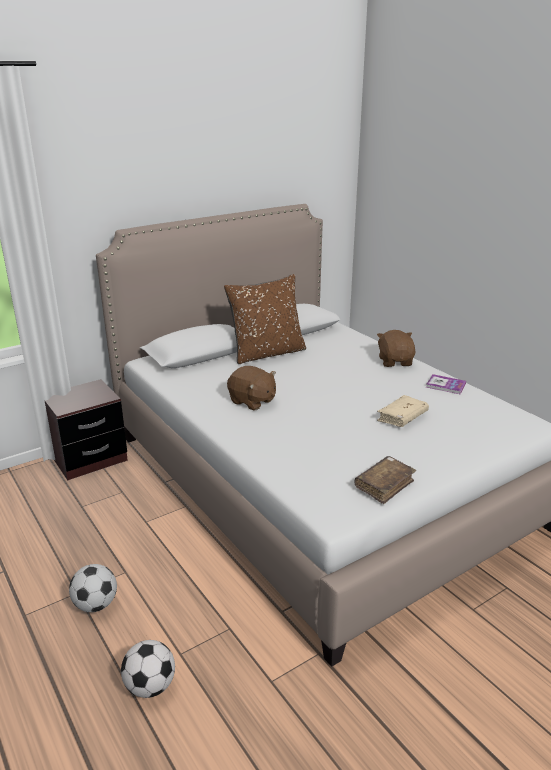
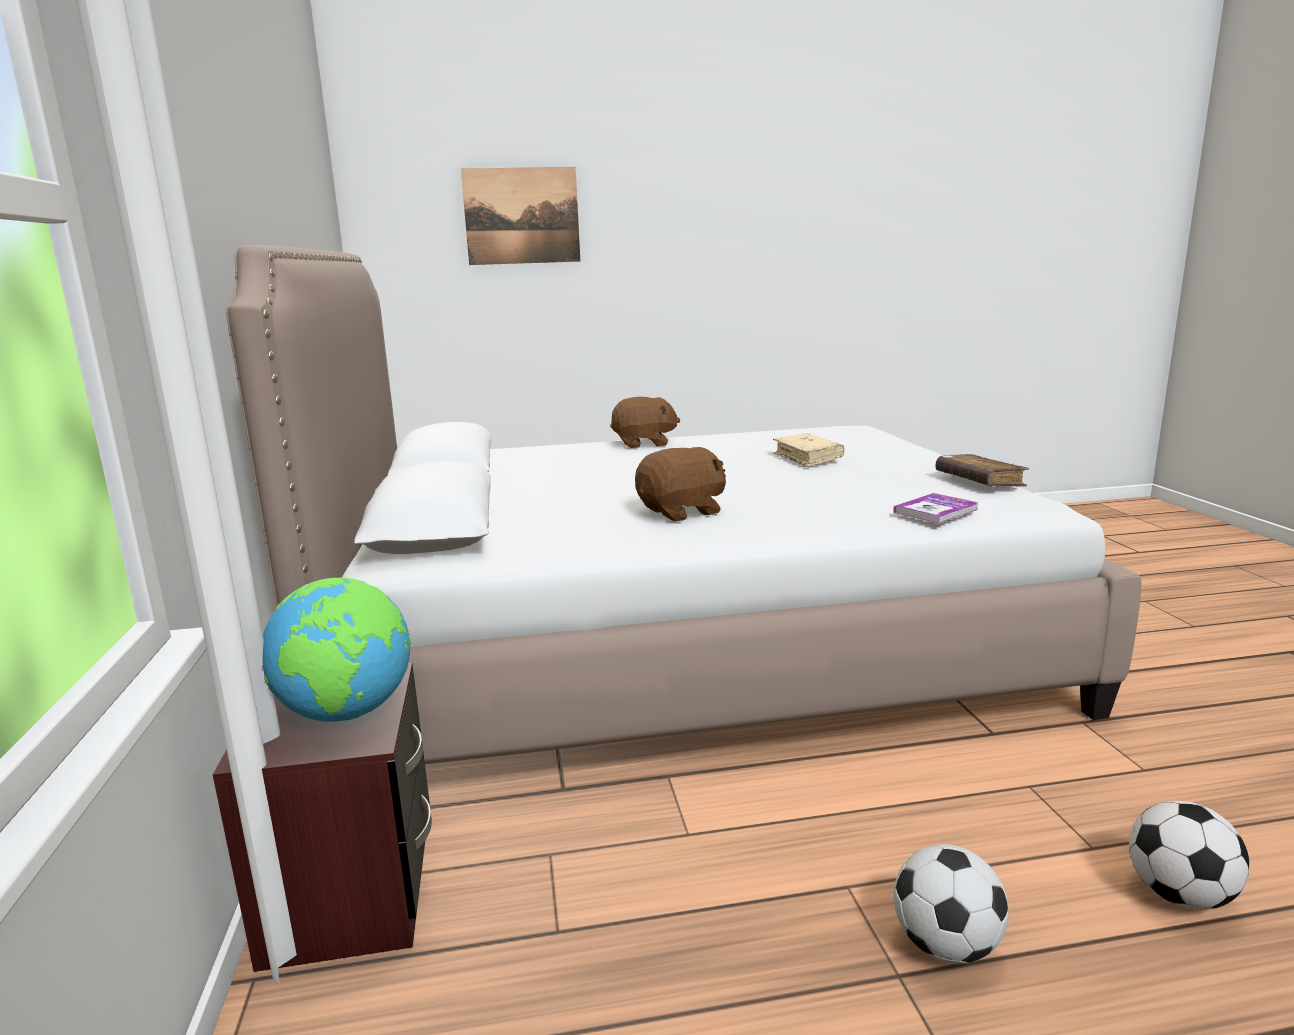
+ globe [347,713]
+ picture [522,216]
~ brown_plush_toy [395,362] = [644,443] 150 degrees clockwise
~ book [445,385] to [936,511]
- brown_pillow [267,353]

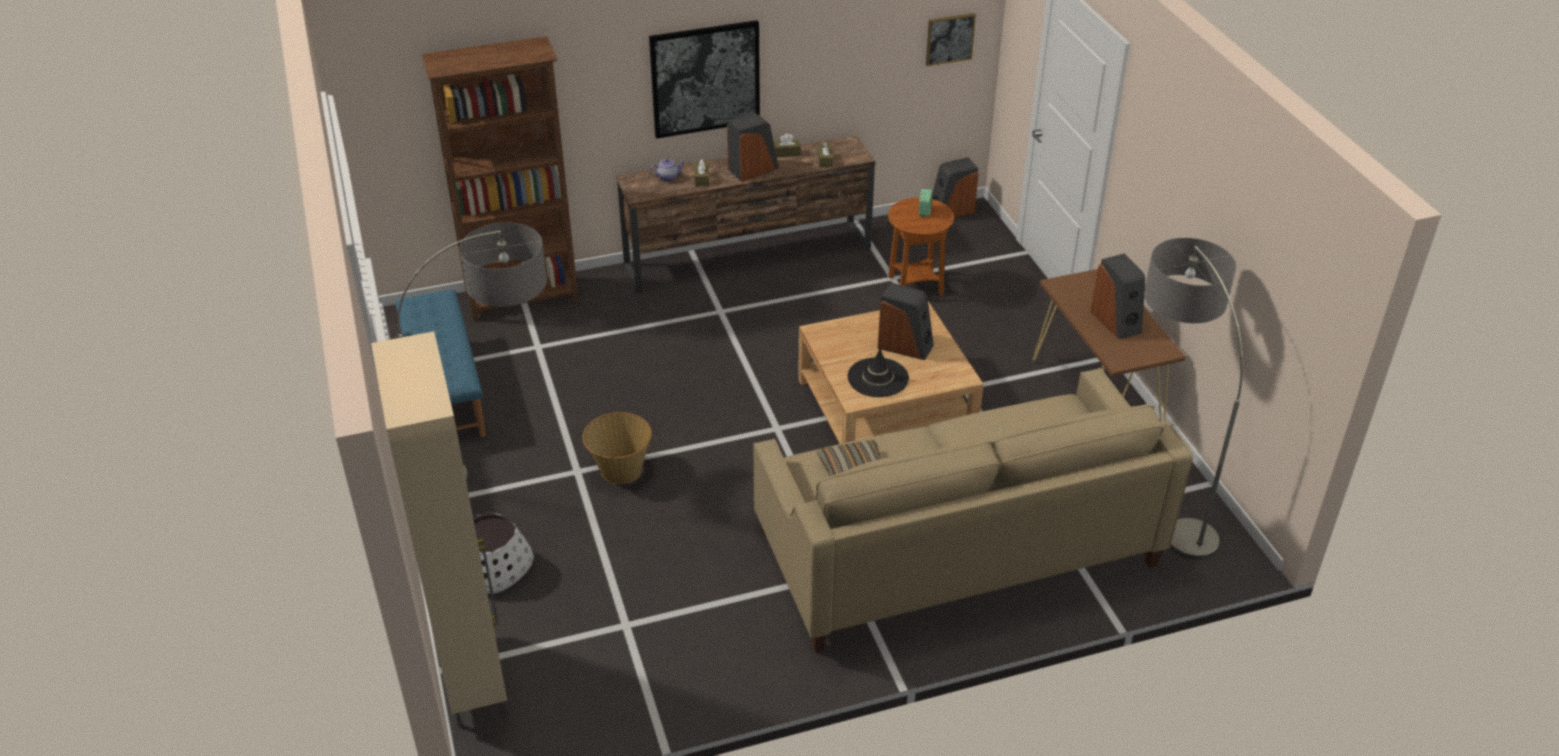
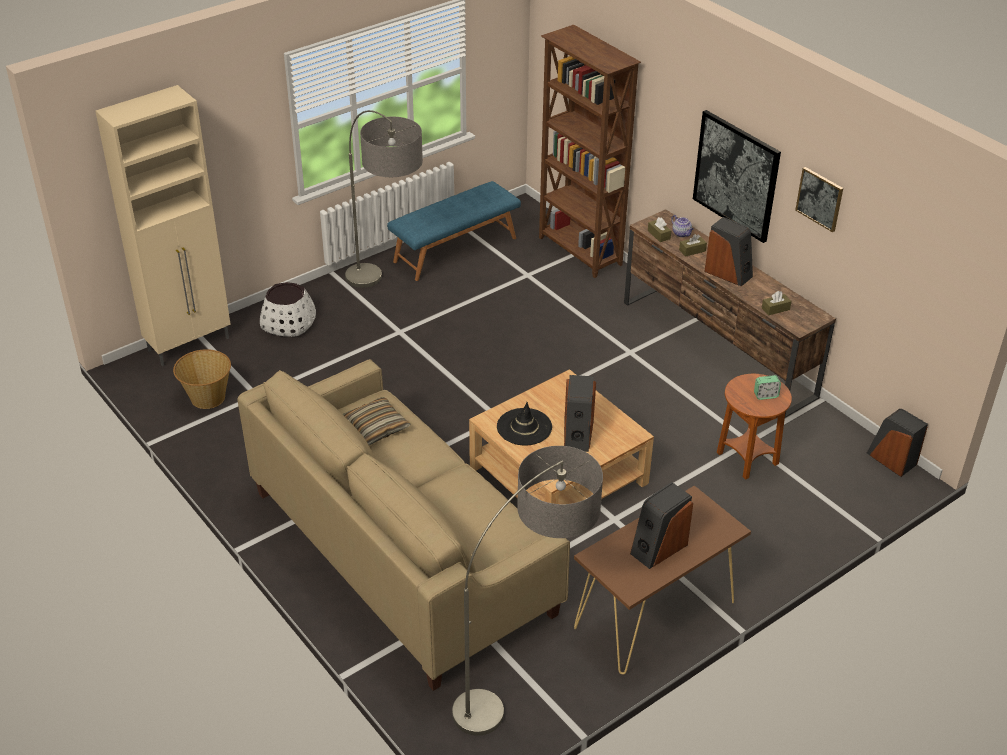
~ basket [620,470] to [207,397]
~ brown_tissue_box [787,153] to [659,235]
~ picture [949,38] to [820,199]

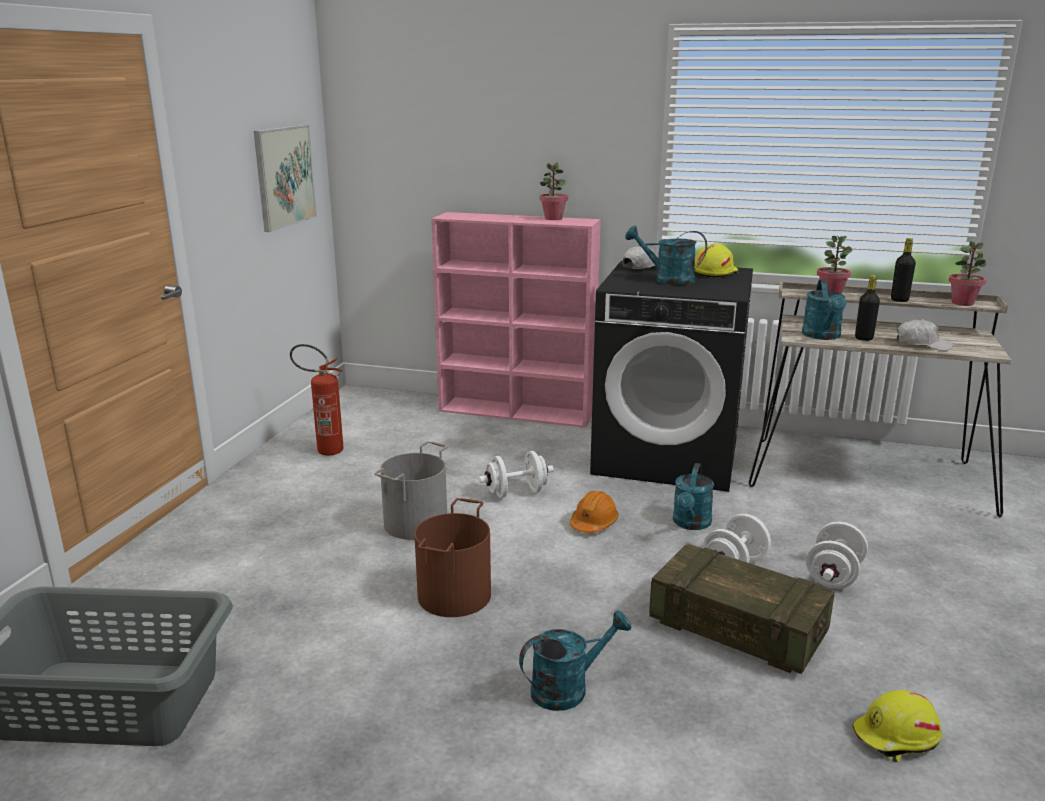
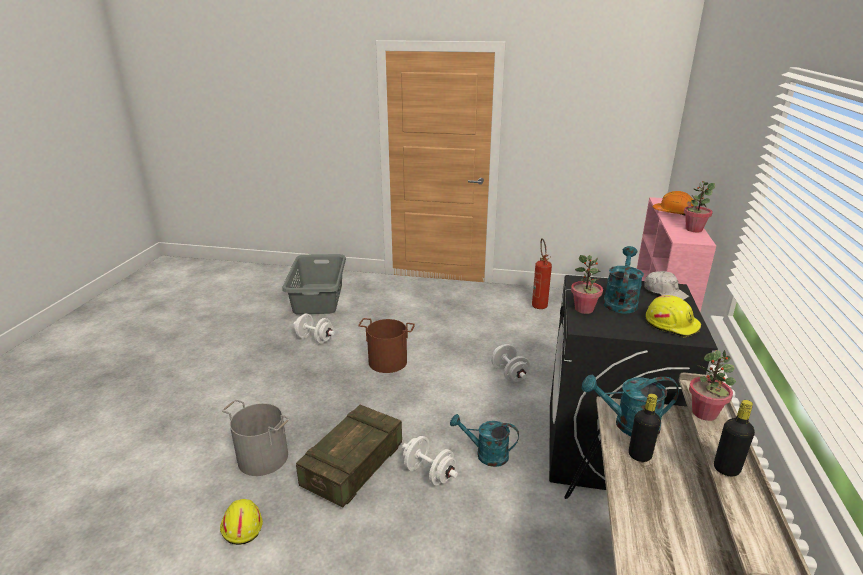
~ grey_bucket [414,523] to [263,457]
~ white_dumbbell [834,575] to [314,339]
~ potted_plant [962,303] to [584,309]
~ orange_hard_hat [594,523] to [673,213]
- picture [285,176]
- turquoise_watering_can [568,688]
- white_cap [922,344]

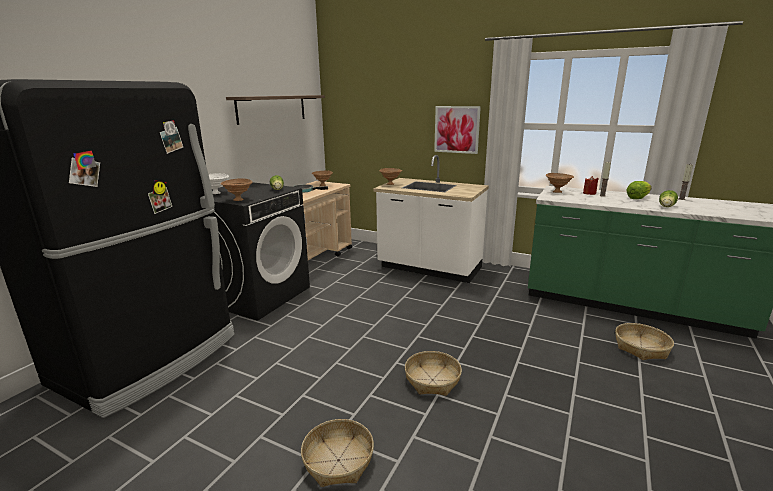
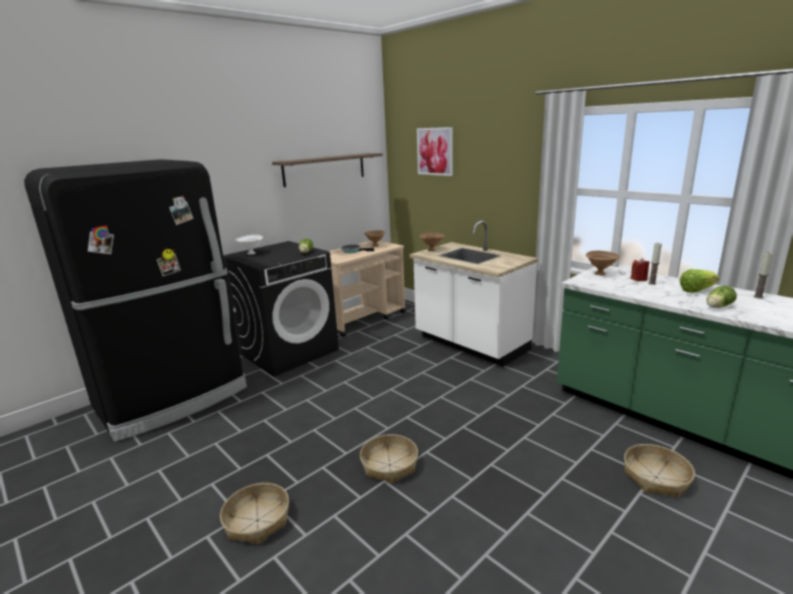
~ picture [456,129] to [435,151]
- brown_bowl [239,200]

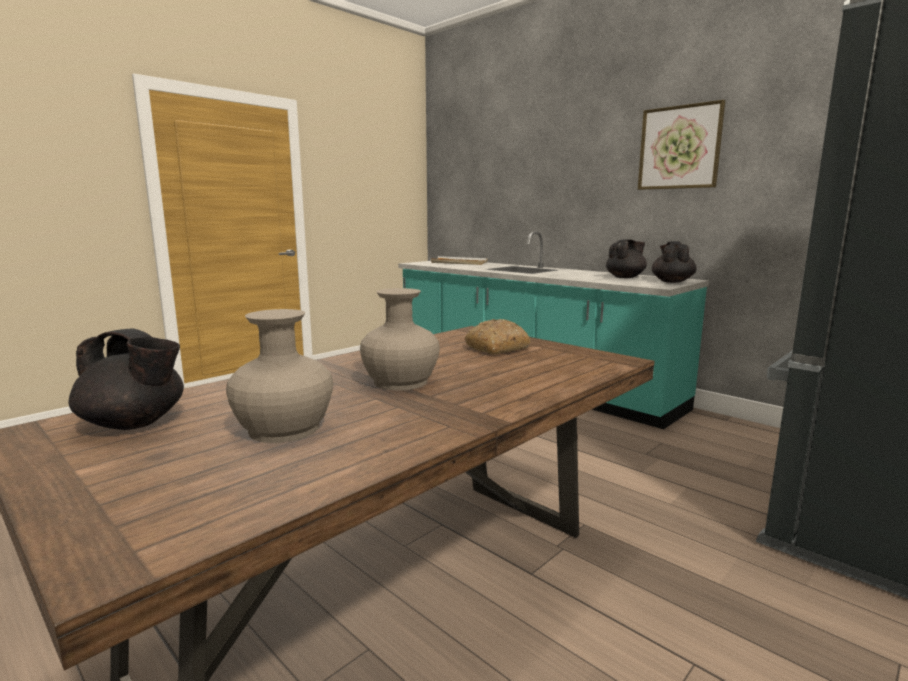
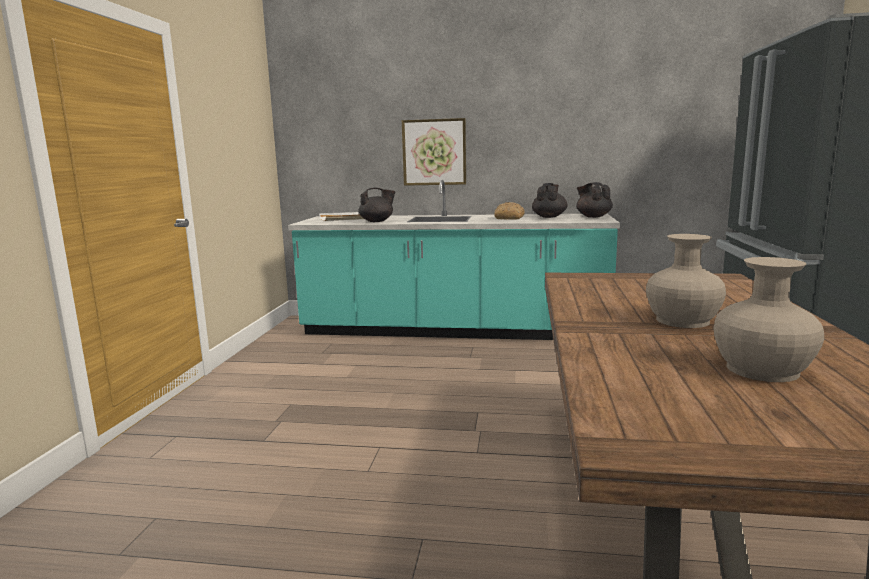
~ black_teapot [135,424] to [377,221]
~ picture [679,147] to [434,152]
~ bread [497,348] to [509,218]

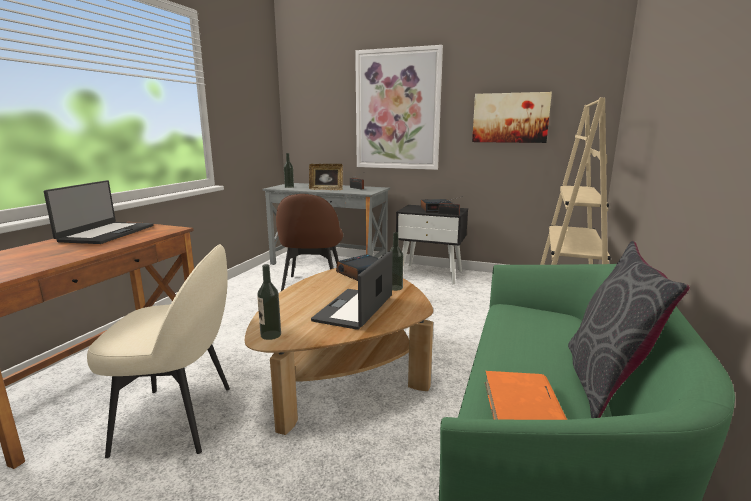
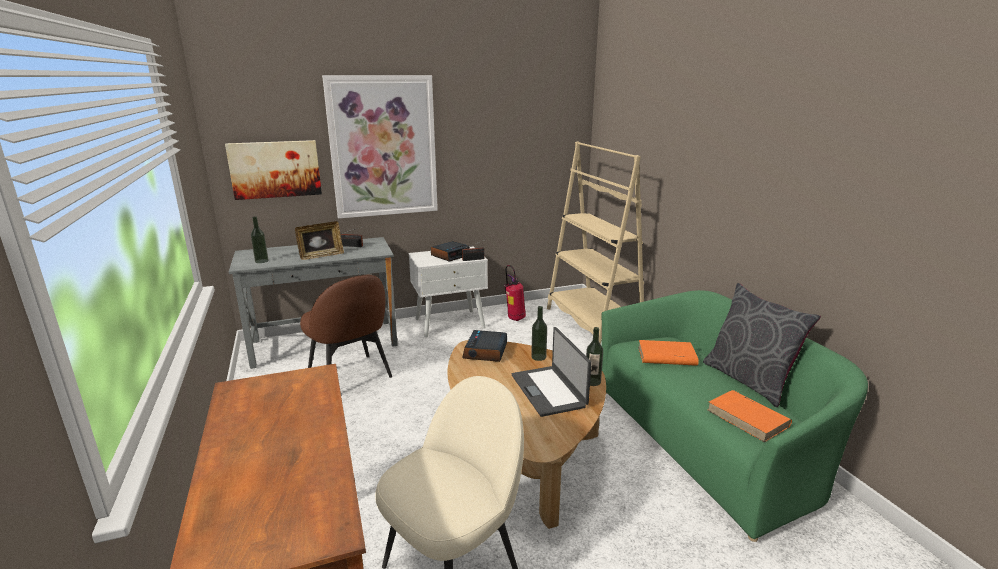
~ picture [510,118] to [275,169]
~ black_nightstand [430,274] to white_nightstand [450,323]
+ fire_extinguisher [514,319]
~ bottle [270,335] to [592,381]
+ orange_book [666,356]
- laptop [106,233]

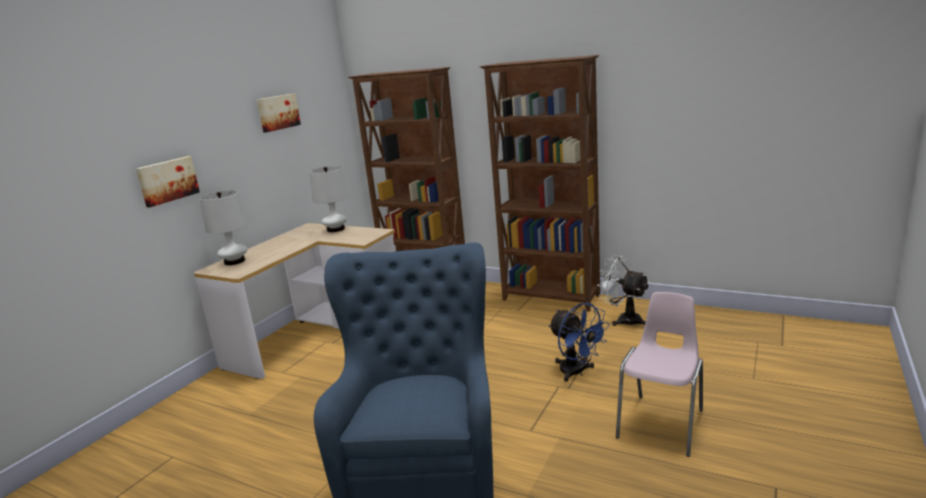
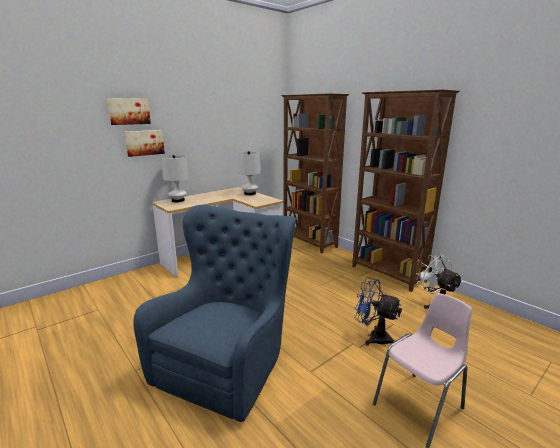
~ picture [277,112] to [129,111]
~ blue_fan [577,372] = [373,337] 135 degrees clockwise

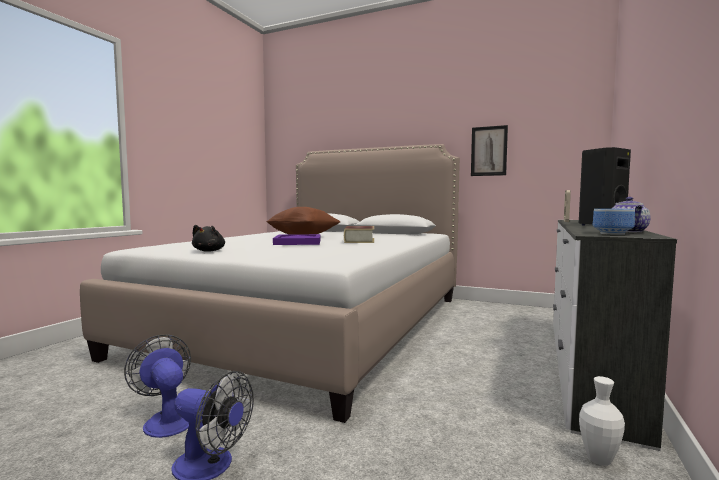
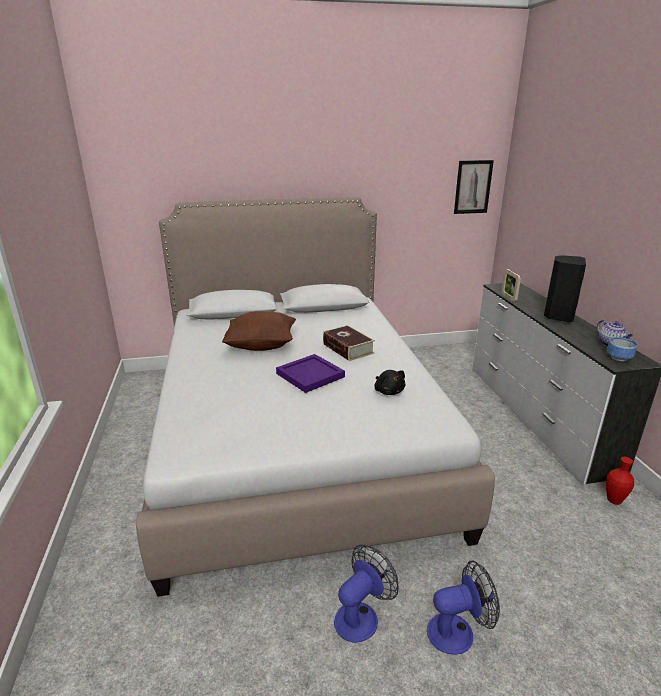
~ fan [166,420] = [361,615] 120 degrees clockwise
~ black_plush_toy [210,251] to [388,391]
~ picture [489,151] to [473,187]
~ white_vase [599,460] to red_vase [614,500]

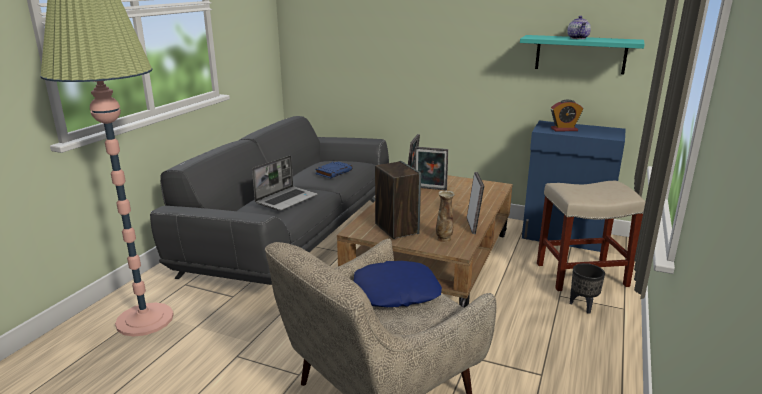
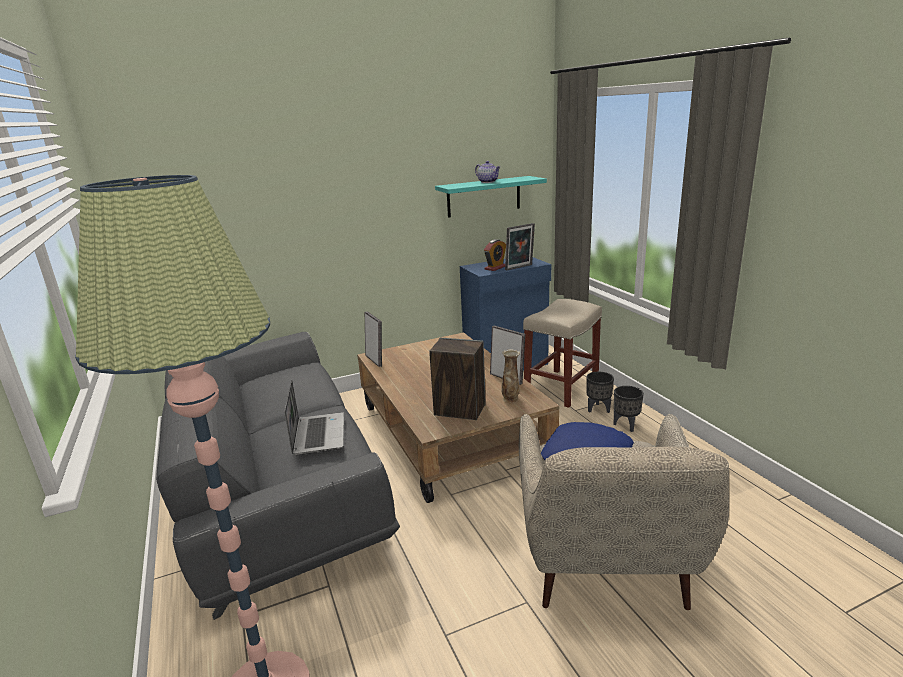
~ picture_frame [430,189] to [520,267]
+ black_planter [626,425]
- blue_book [334,172]

